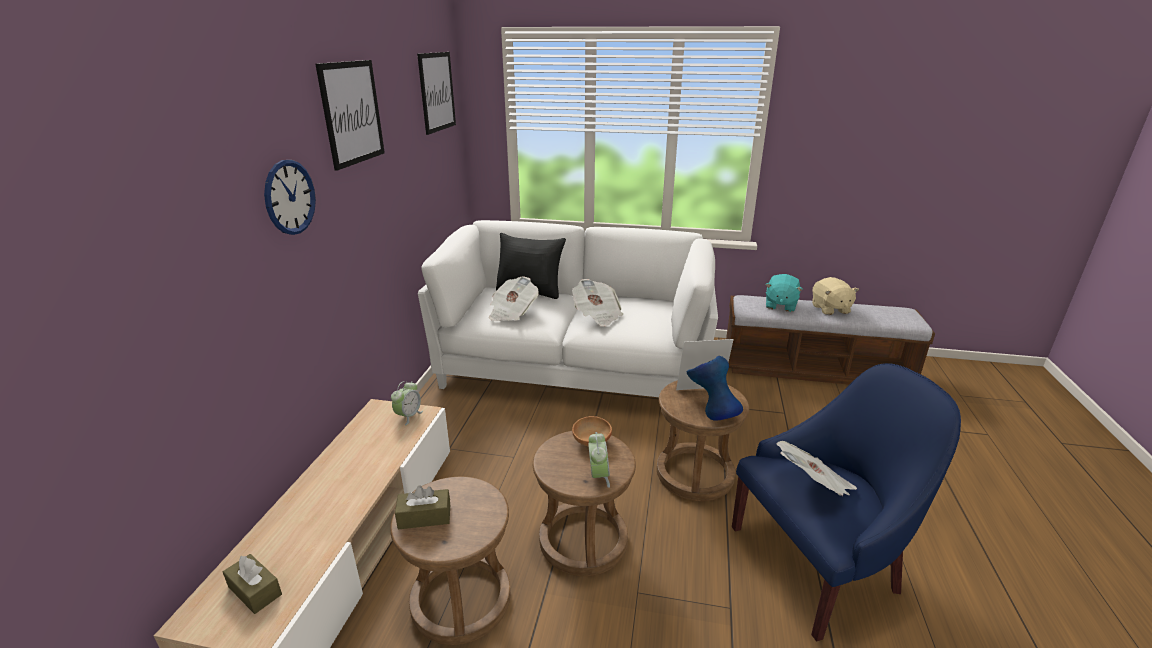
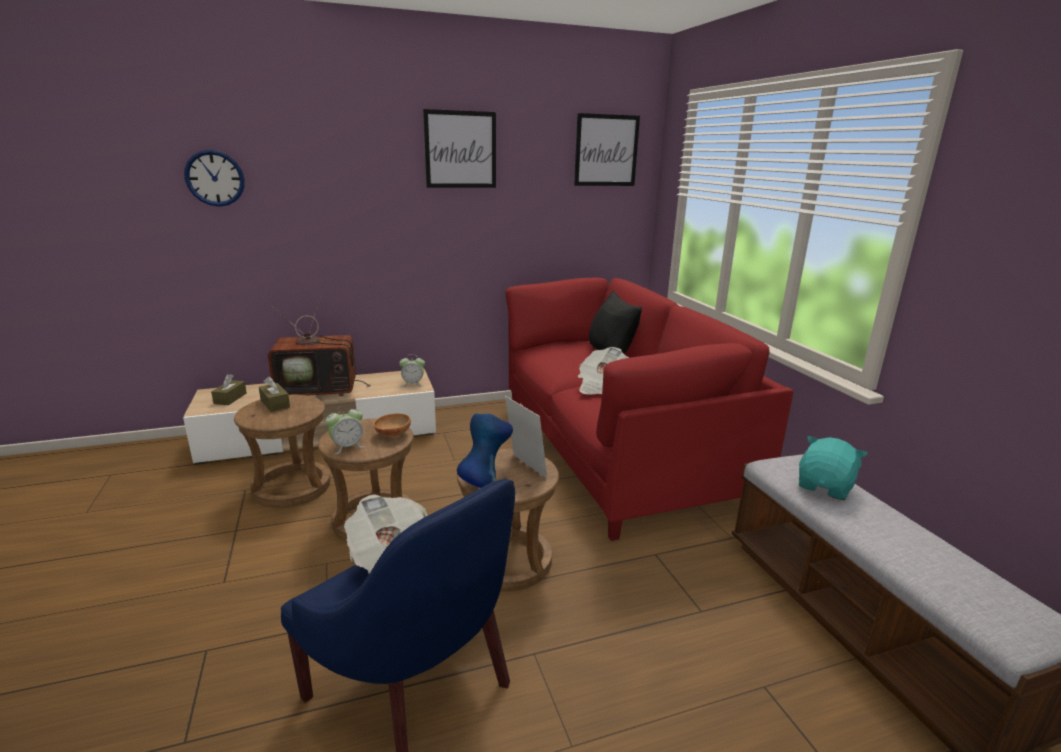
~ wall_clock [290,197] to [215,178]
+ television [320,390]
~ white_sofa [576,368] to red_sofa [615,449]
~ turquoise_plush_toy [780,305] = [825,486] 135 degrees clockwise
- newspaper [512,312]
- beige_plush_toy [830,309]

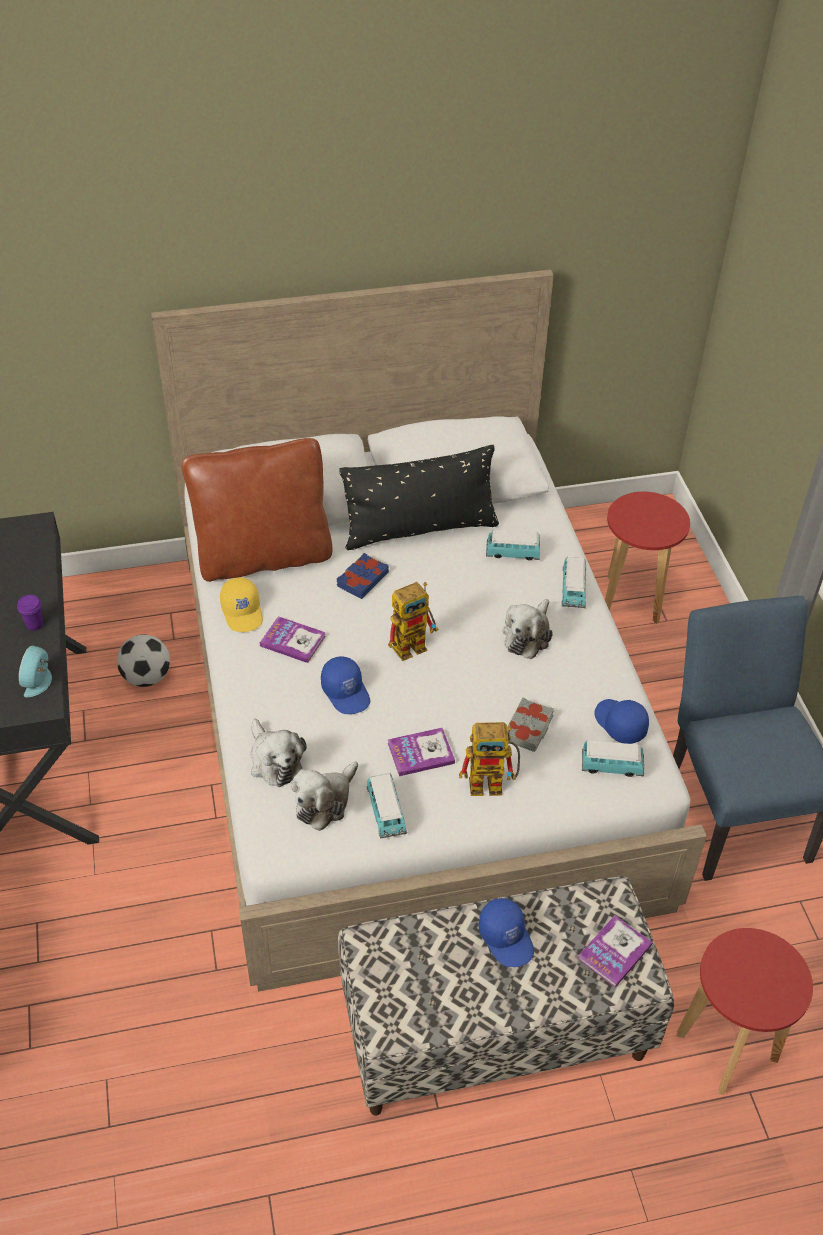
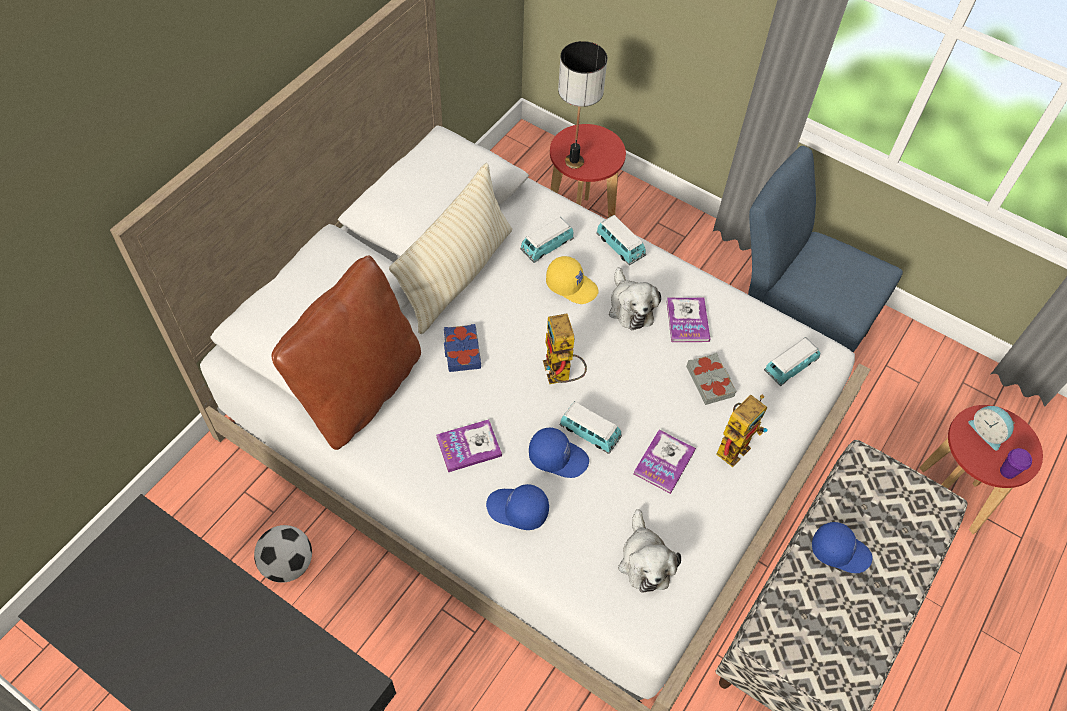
~ black_pillow [420,529] to beige_pillow [457,275]
~ blue_cap [619,724] to [517,510]
~ toy_robot [414,644] = [561,376] 150 degrees clockwise
~ yellow_cap [243,612] to [572,285]
+ table_lamp [574,161]
~ toy_car [386,813] to [590,433]
~ book [614,952] to [687,321]
~ alarm_clock [40,682] to [987,432]
~ purple_cup [34,625] to [1007,471]
- plush_toy [274,761]

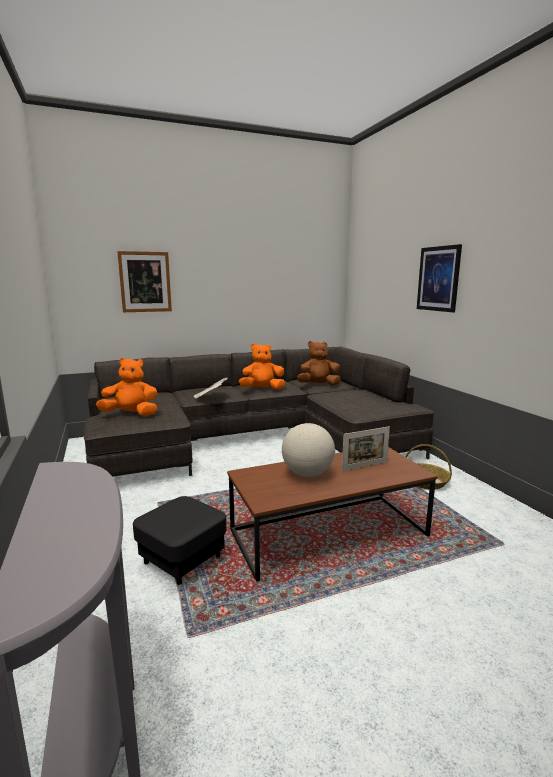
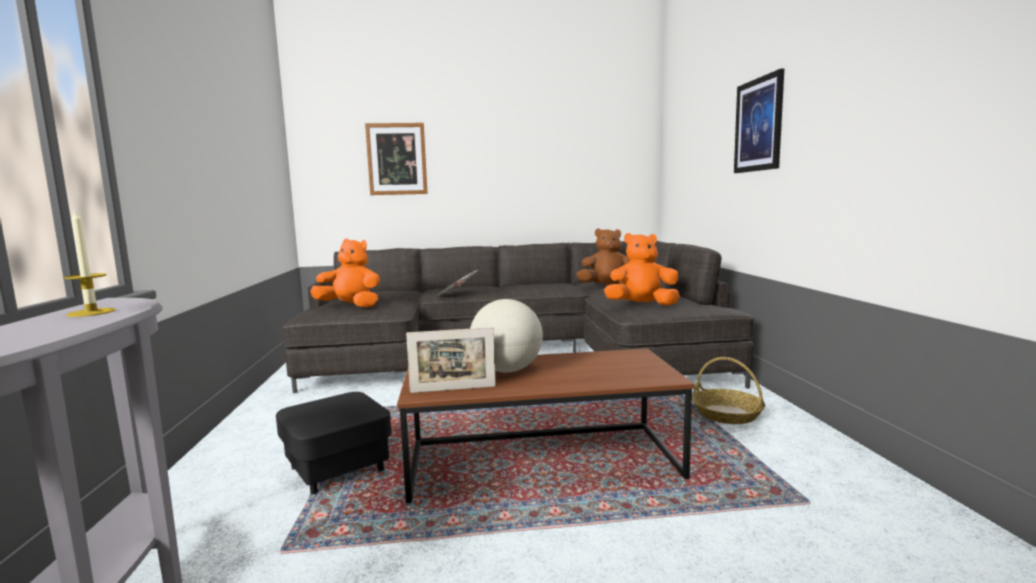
+ candle [91,312]
~ picture_frame [365,466] to [453,389]
~ orange_plush_toy [262,389] to [641,305]

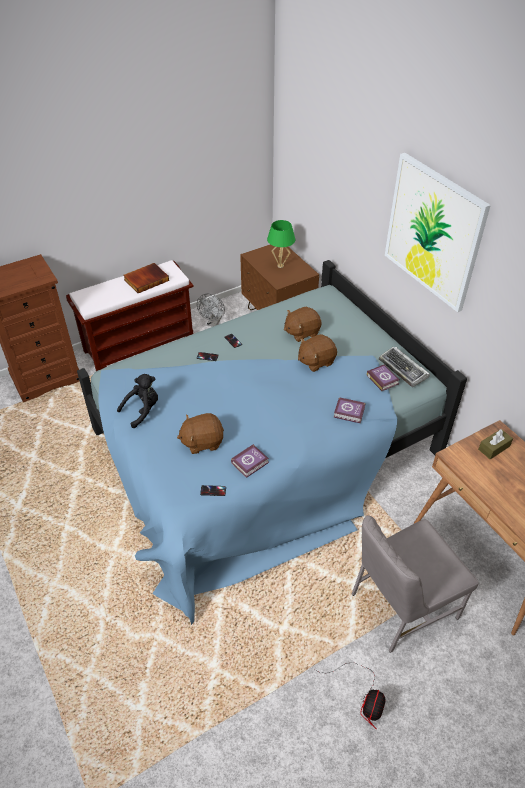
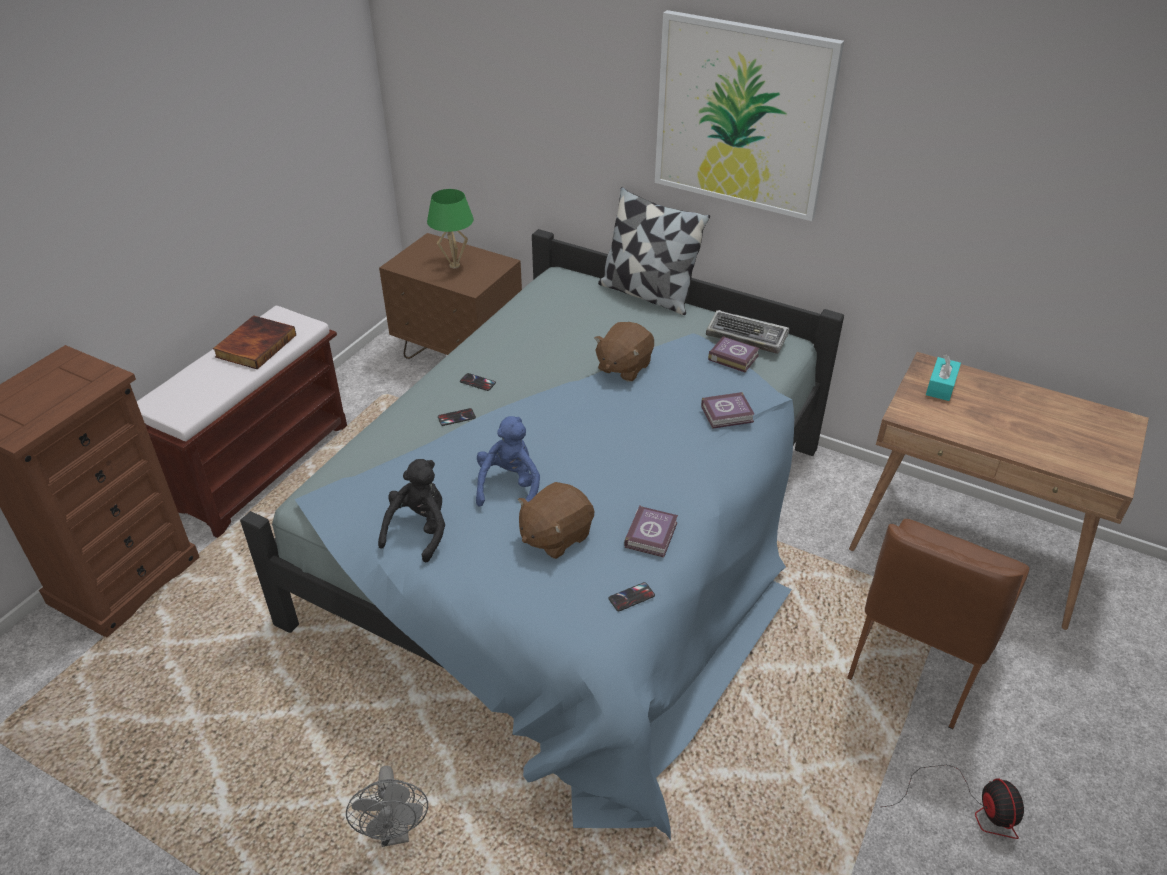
~ grey_fan [213,323] to [395,832]
+ blue_plush_toy [509,486]
+ pillow [647,294]
~ grey_chair [401,605] to brown_chair [917,660]
~ brown_tissue_box [494,448] to turquoise_tissue_box [941,386]
- brown_plush_toy [301,332]

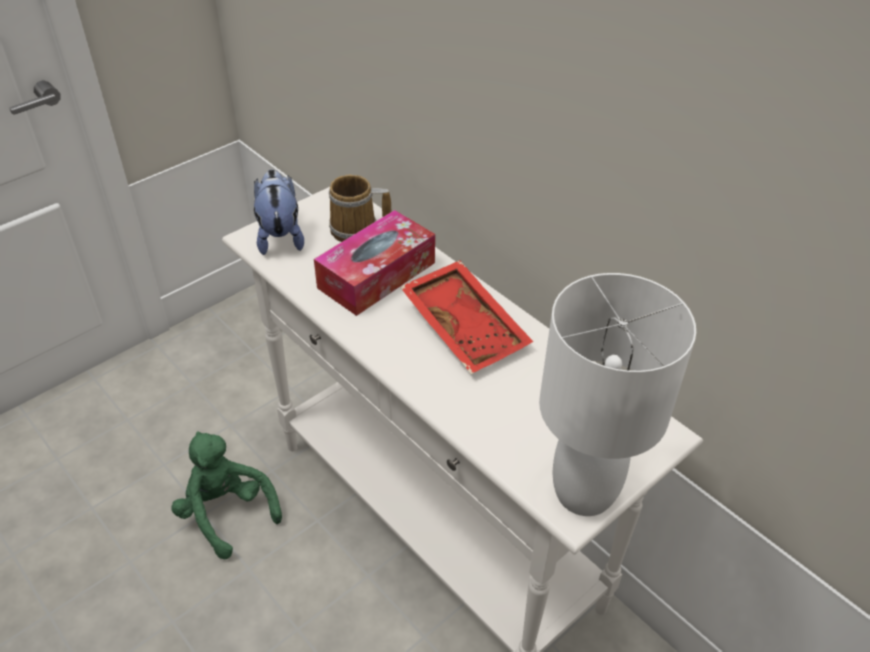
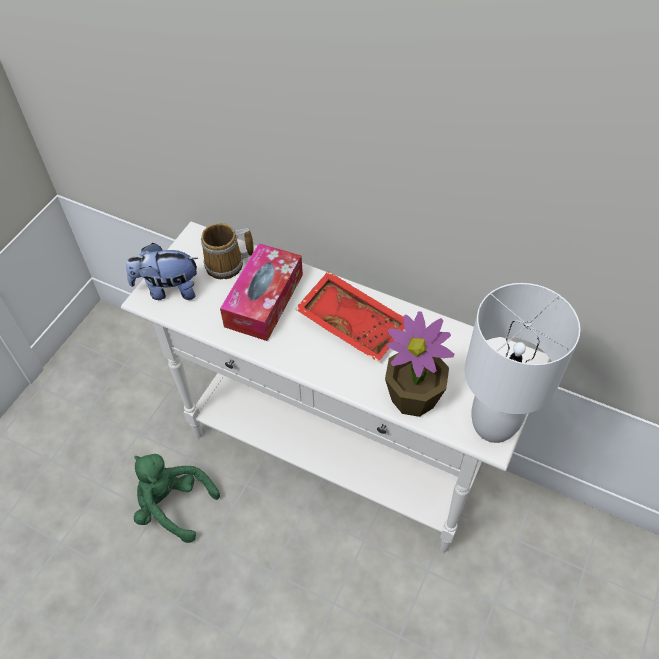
~ plush_toy [280,236] = [168,289] 60 degrees counterclockwise
+ potted_plant [414,397]

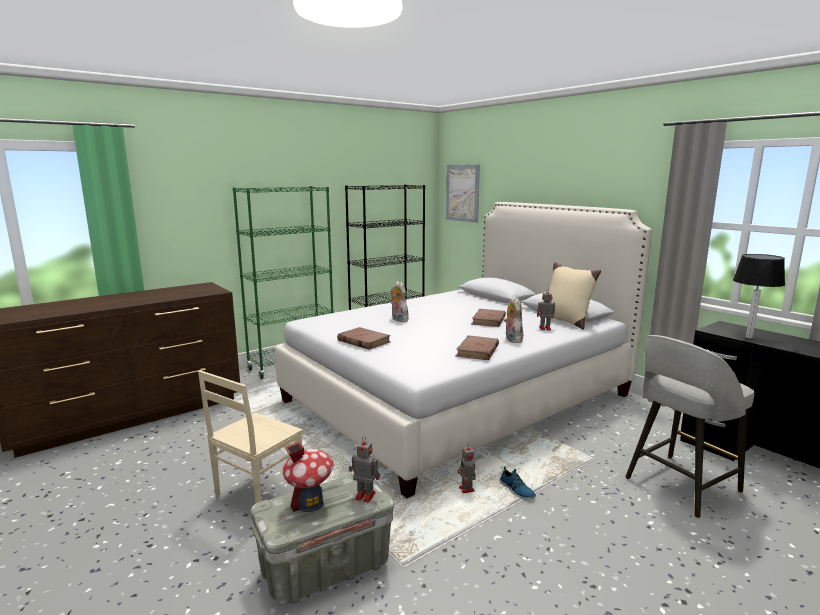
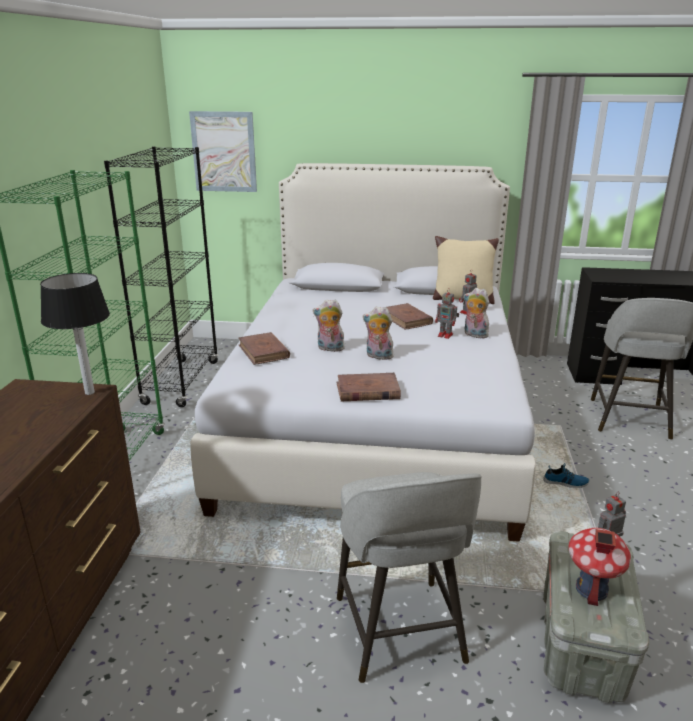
~ table_lamp [749,337] to [90,392]
~ brown_book [477,351] to [263,351]
~ beige_chair [258,494] to grey_stool [400,632]
+ plush_toy [378,356]
~ toy_robot [467,491] to [446,335]

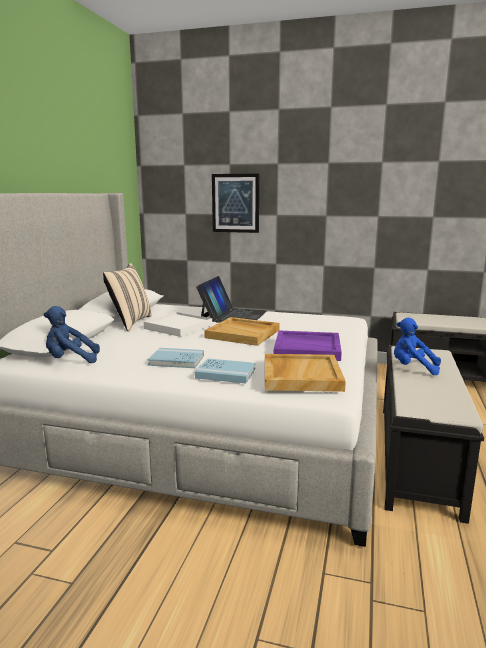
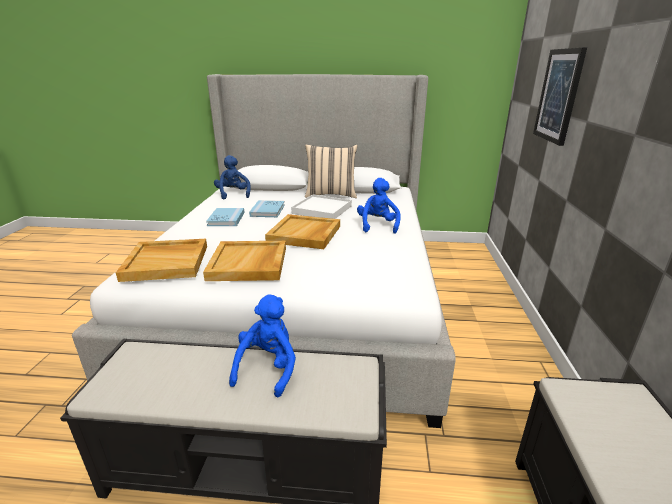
~ purple_tray [308,348] to beige_tray [249,264]
~ blue_book [225,373] to [267,210]
~ laptop [233,315] to blue_plush_toy [377,225]

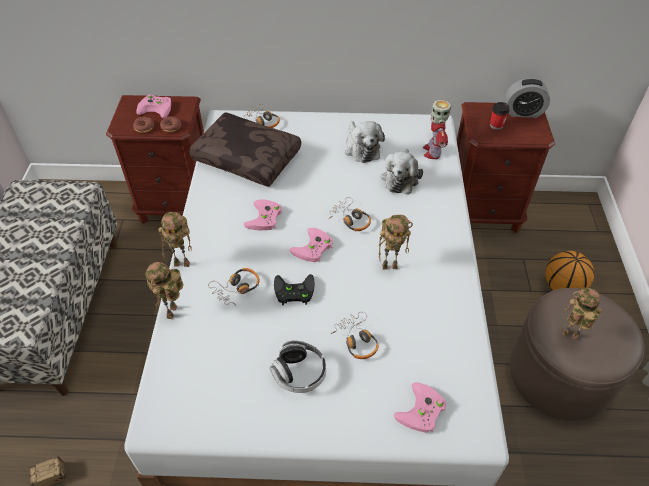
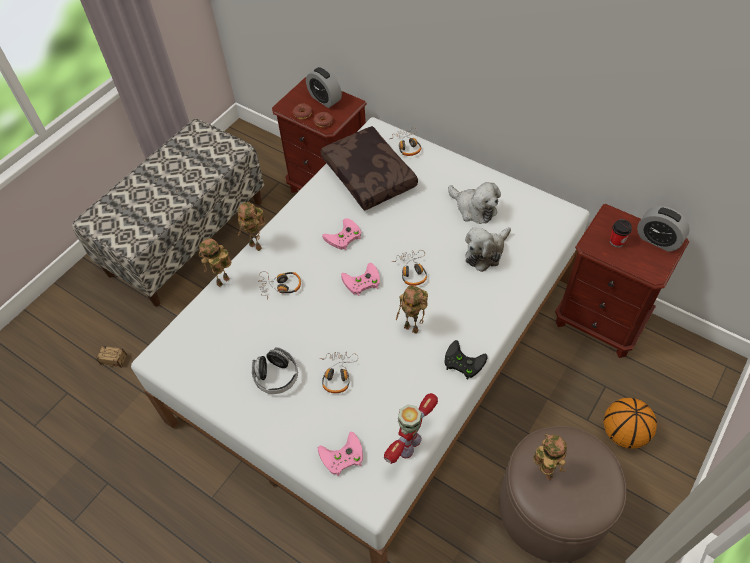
~ pink_game_controller [157,108] to alarm_clock [325,99]
~ toy_robot [432,151] to [409,444]
~ black_game_controller [293,292] to [462,362]
~ plush_toy [361,148] = [473,208] 60 degrees counterclockwise

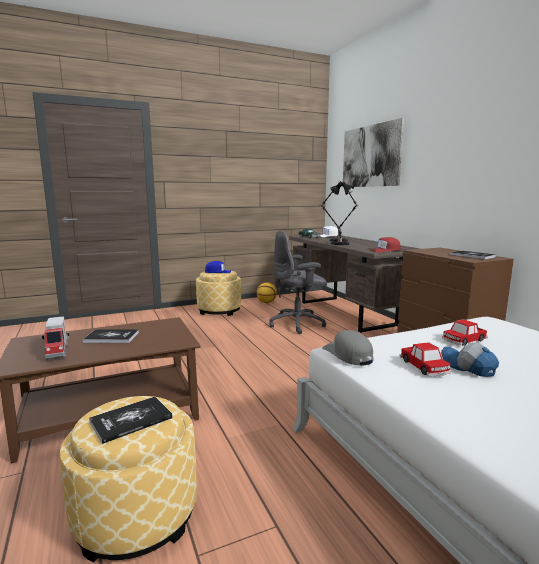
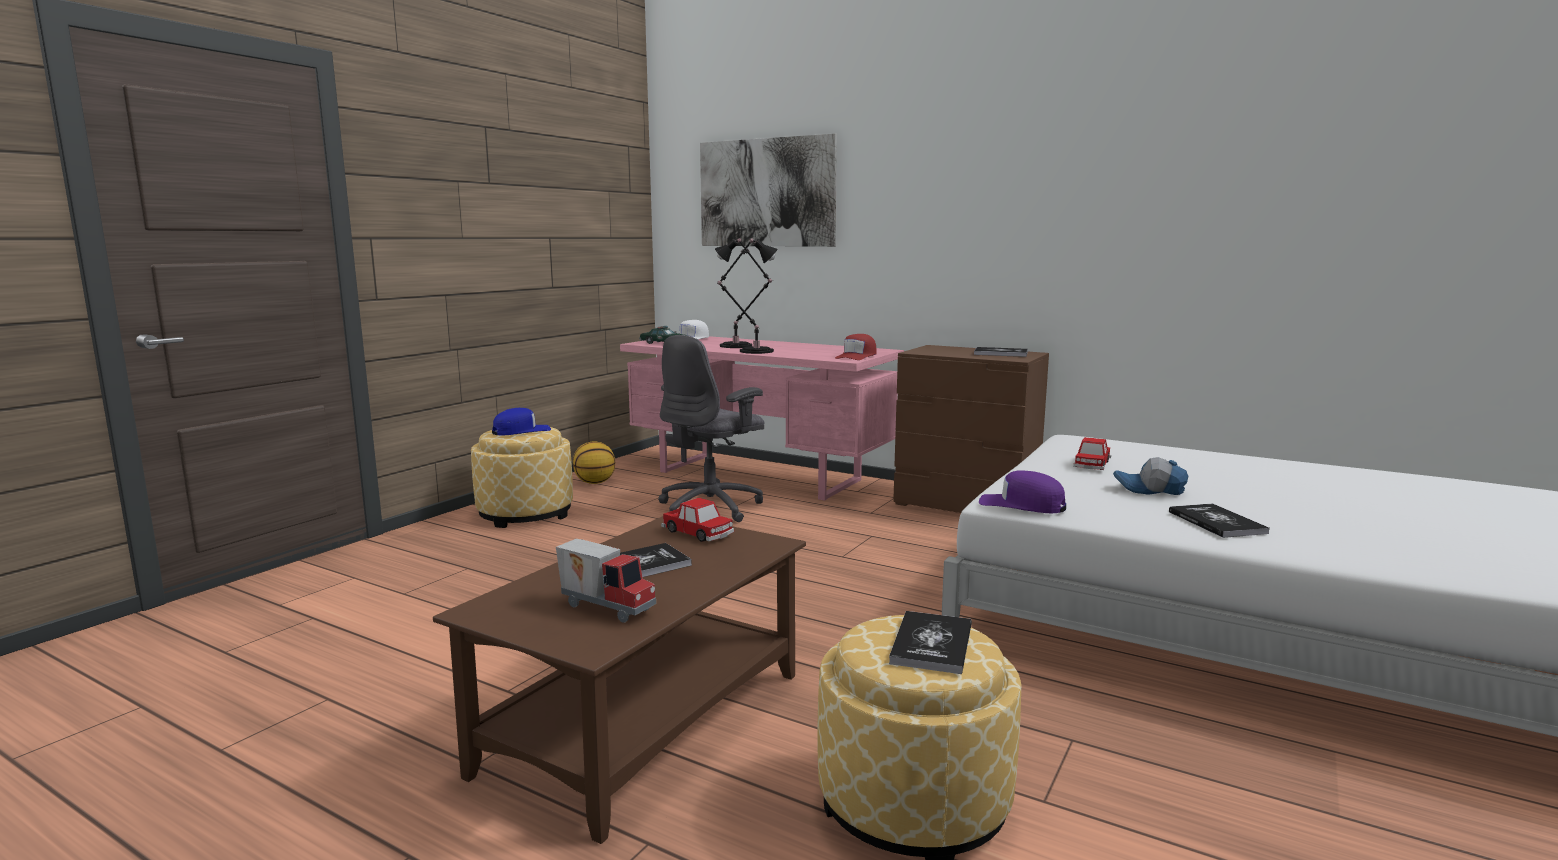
~ brown_desk [346,313] to pink_desk [760,476]
~ toy_car [424,367] to [698,532]
~ grey_cap [348,354] to purple_cap [1022,505]
+ book [1216,522]

